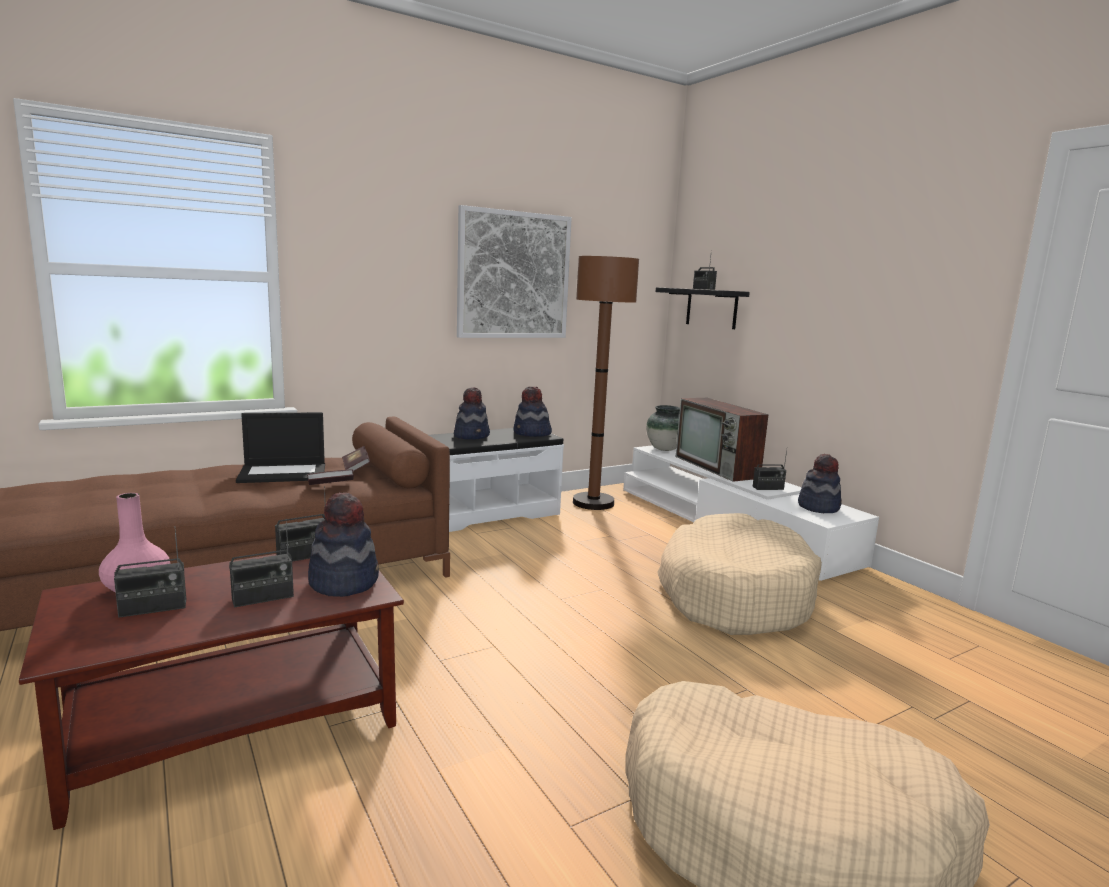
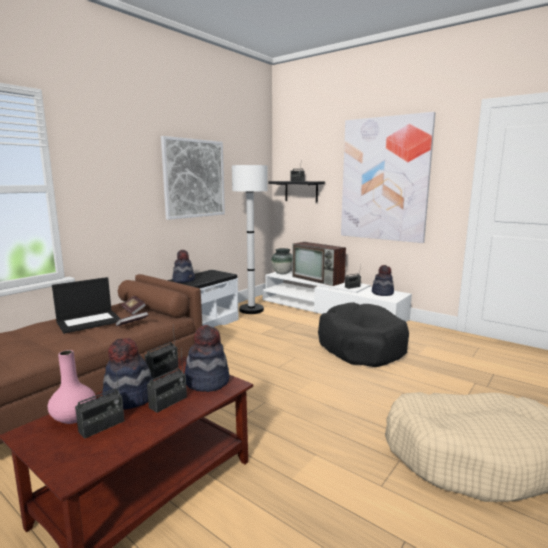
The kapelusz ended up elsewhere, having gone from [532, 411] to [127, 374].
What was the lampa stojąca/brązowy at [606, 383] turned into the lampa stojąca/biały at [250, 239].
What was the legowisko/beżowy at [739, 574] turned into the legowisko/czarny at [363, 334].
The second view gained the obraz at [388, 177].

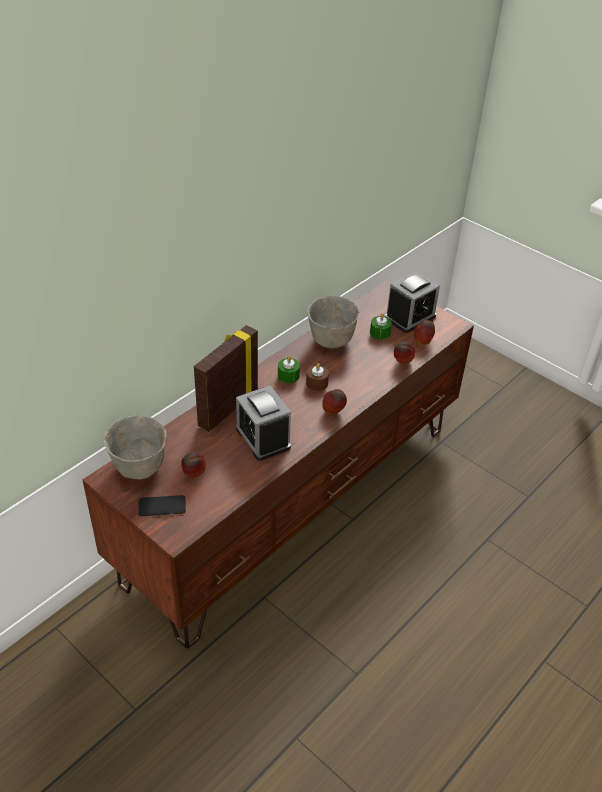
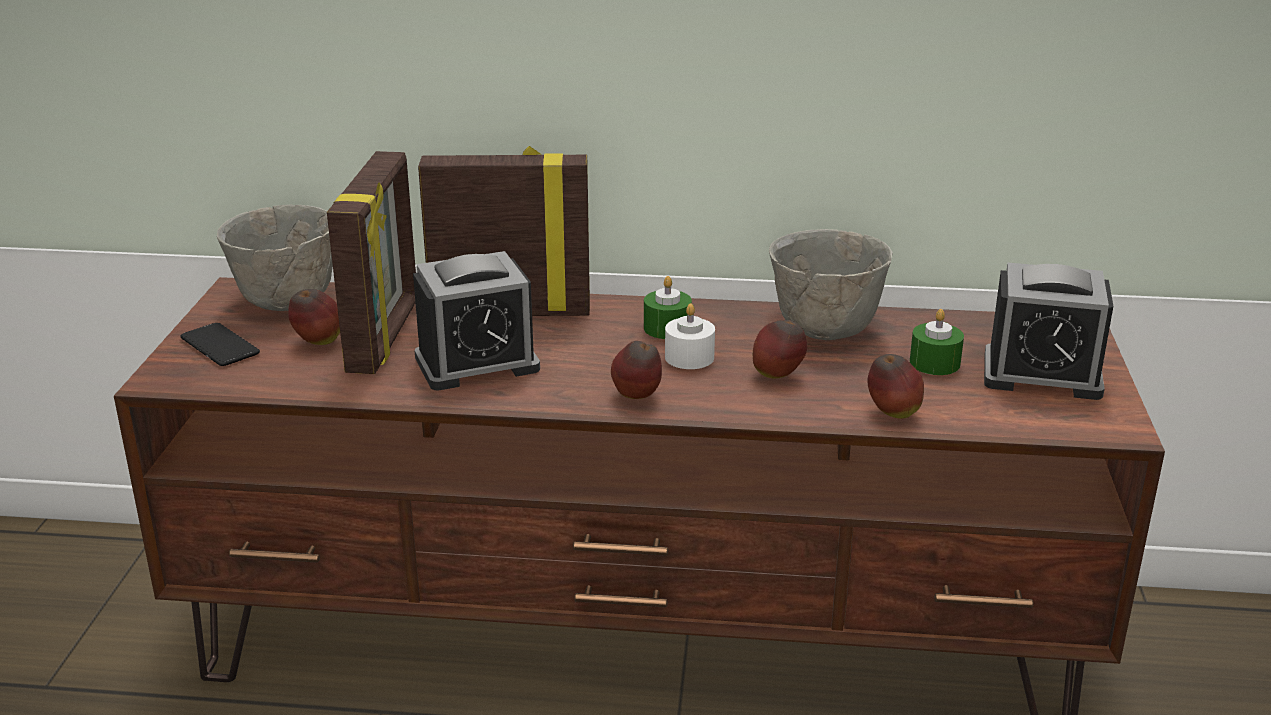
The second view gained the ramka na zdjęcie at [371, 262].
The budzik at [263, 423] ended up facing another way, 135 degrees counterclockwise from before.
What was the świeca/brązowy at [317, 377] turned into the świeca/biały at [690, 336].
The jabłko ended up elsewhere, having gone from [424, 332] to [780, 349].

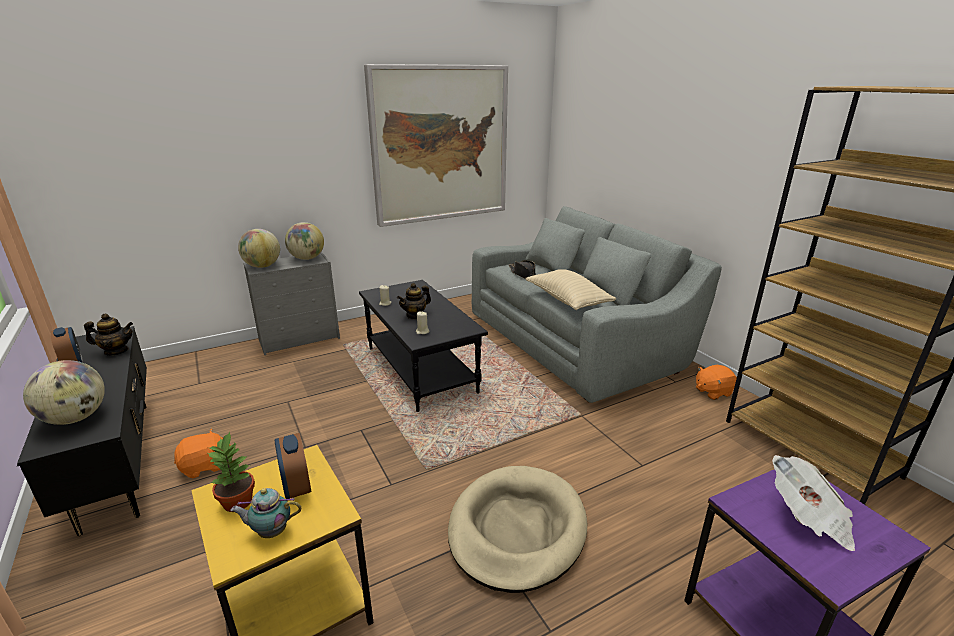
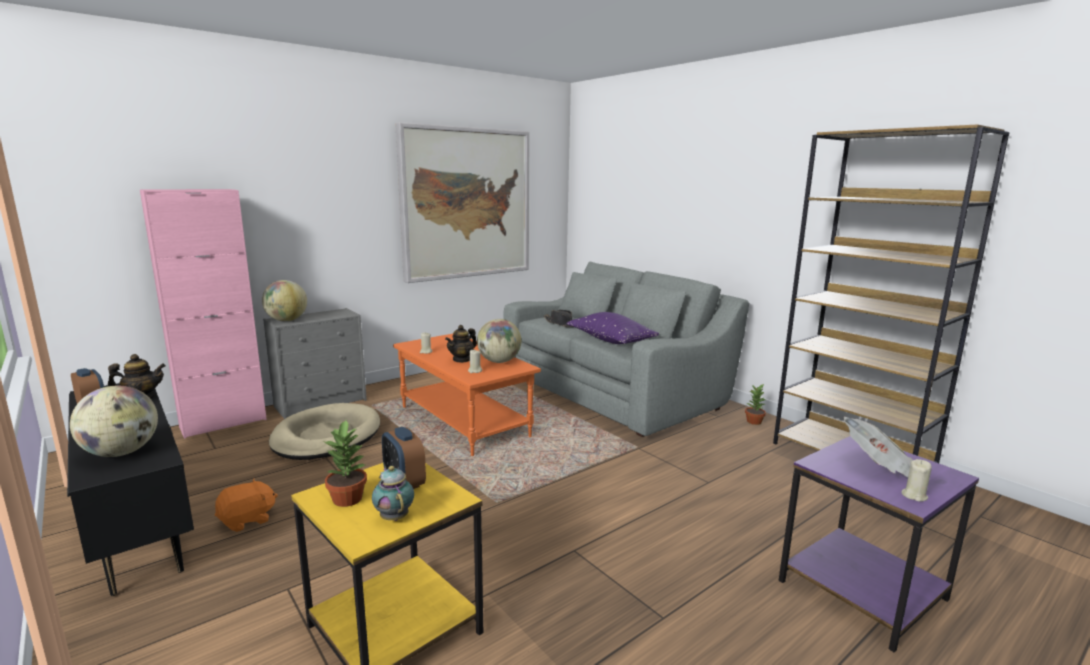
The second view gained the szafka/różowy at [203, 314].
The legowisko/beżowy ended up elsewhere, having gone from [517, 529] to [324, 431].
The imbryk at [265, 513] ended up facing another way, 75 degrees clockwise from before.
What was the ława/czarny at [423, 346] turned into the ława/pomarańczowy at [467, 395].
The globus ended up elsewhere, having gone from [304, 241] to [499, 341].
What was the poduszka/beżowy at [571, 289] turned into the poduszka/fioletowy at [613, 328].
Where the pluszak/pomarańczowy stood at [716, 382], the roślina doniczkowa came to stand at [755, 404].
The second view gained the świeca/beżowy at [917, 480].

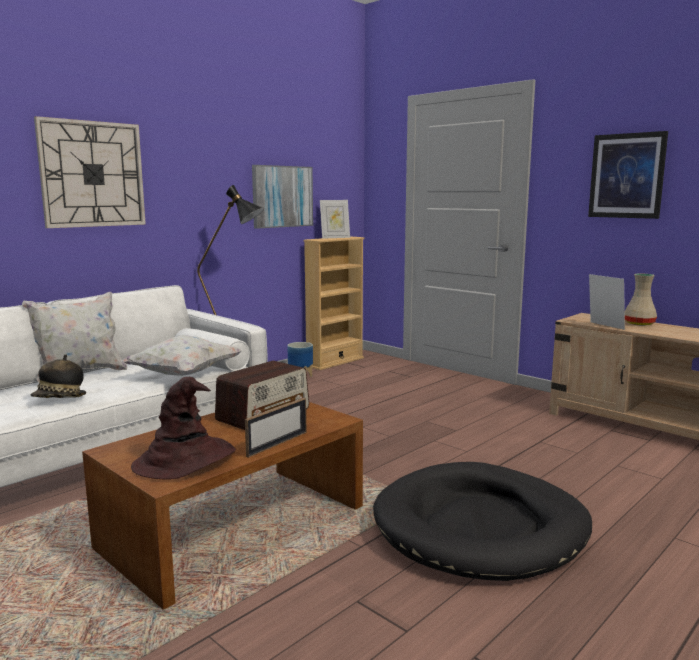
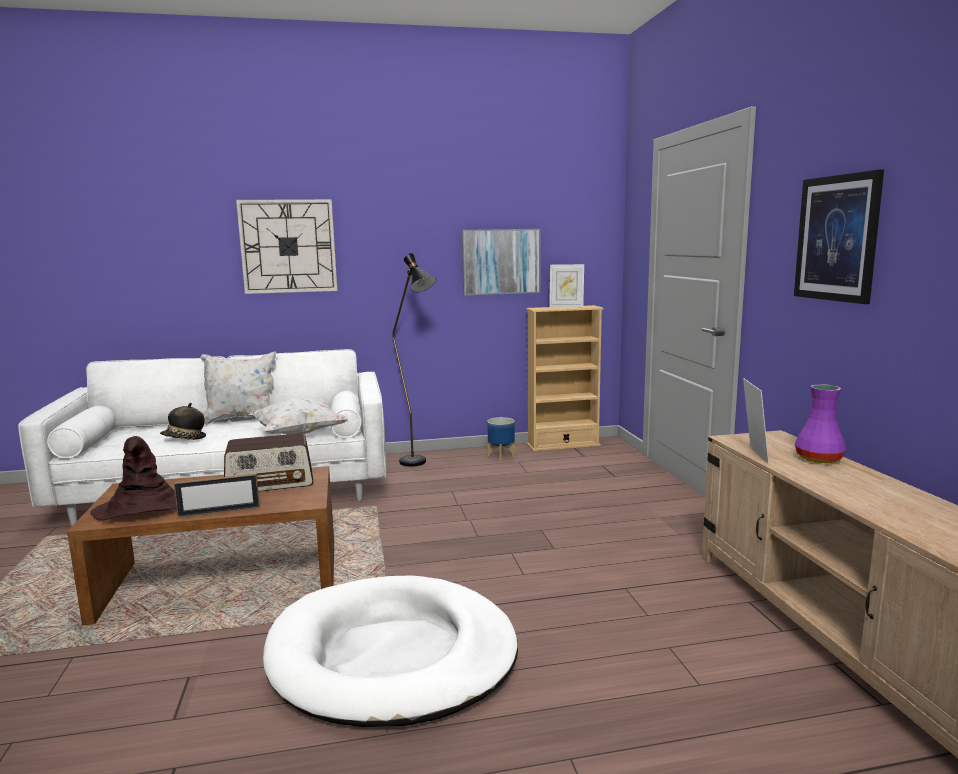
What was the legowisko/czarny at [482, 521] turned into the legowisko/biały at [390, 651].
What was the wazon/beżowy at [641, 299] turned into the wazon/fioletowy at [820, 423].

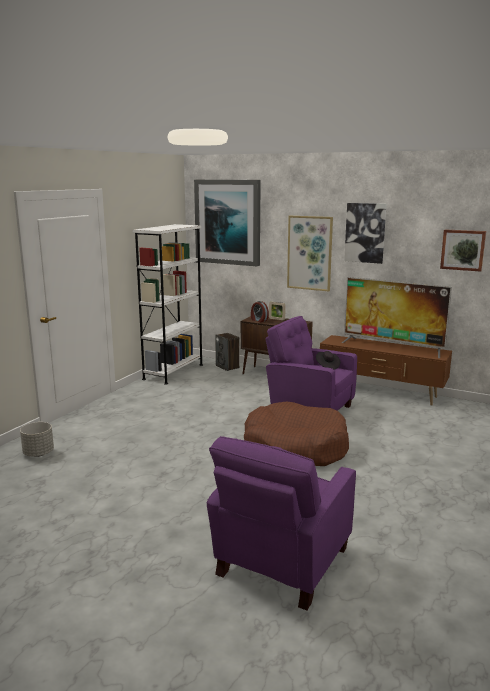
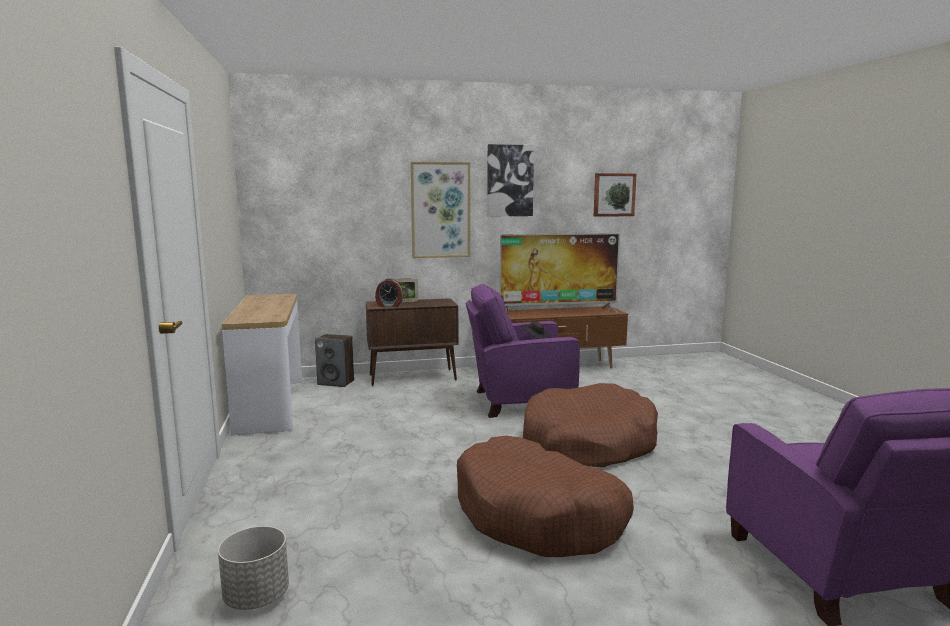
Where the regał/biały stood at [168, 304], the stolik konsolowy came to stand at [262, 365].
The second view gained the legowisko/brązowy at [545, 496].
The second view lost the obraz at [227, 223].

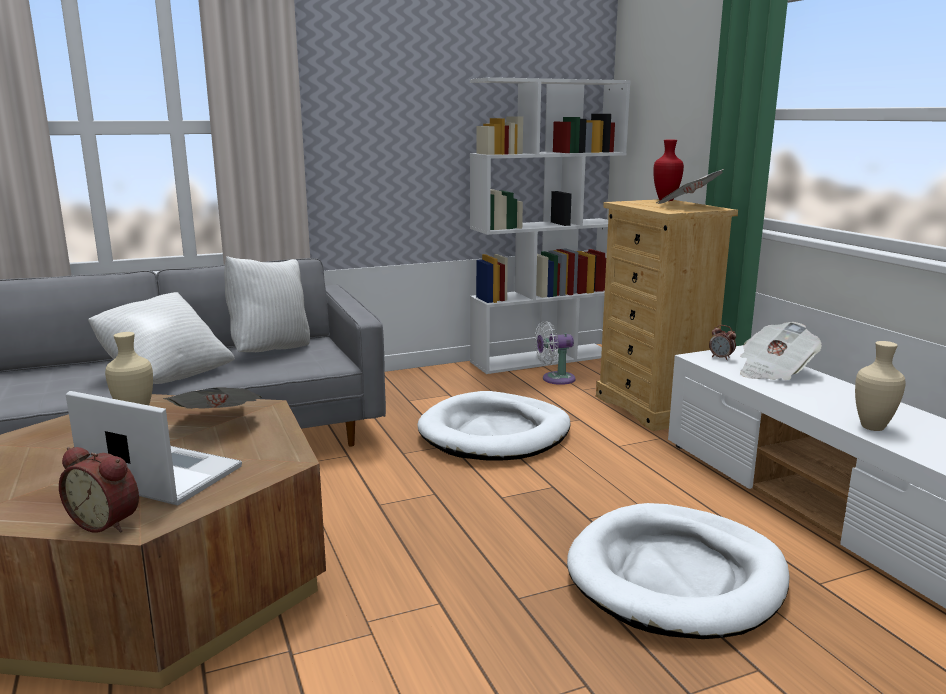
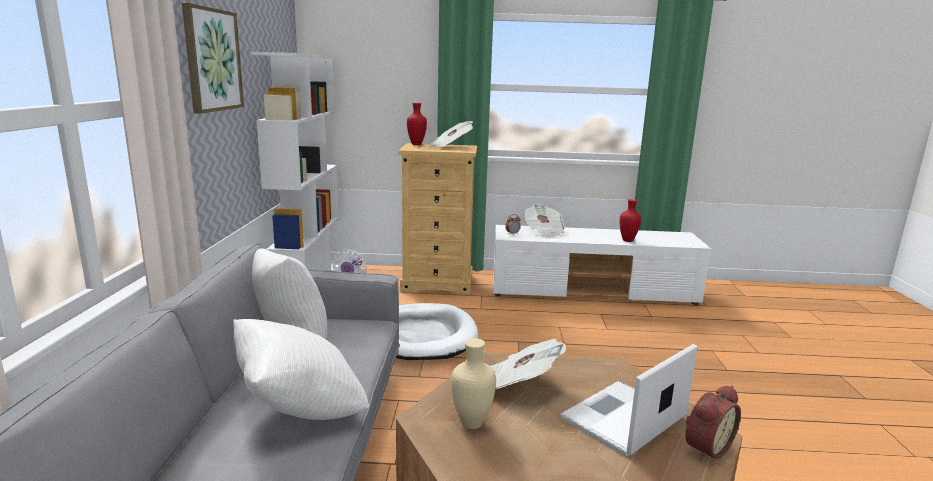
The second view gained the obraz at [213, 58].
What was the wazon/beżowy at [880, 386] turned into the wazon/czerwony at [630, 220].
The second view lost the legowisko/biały at [678, 571].

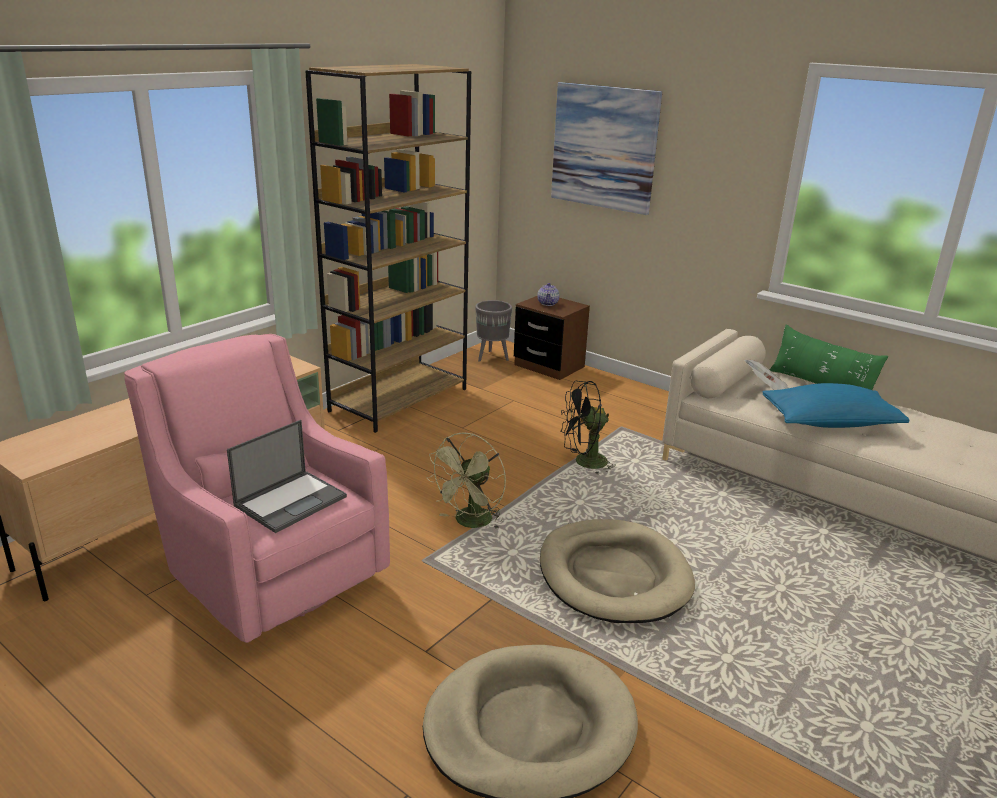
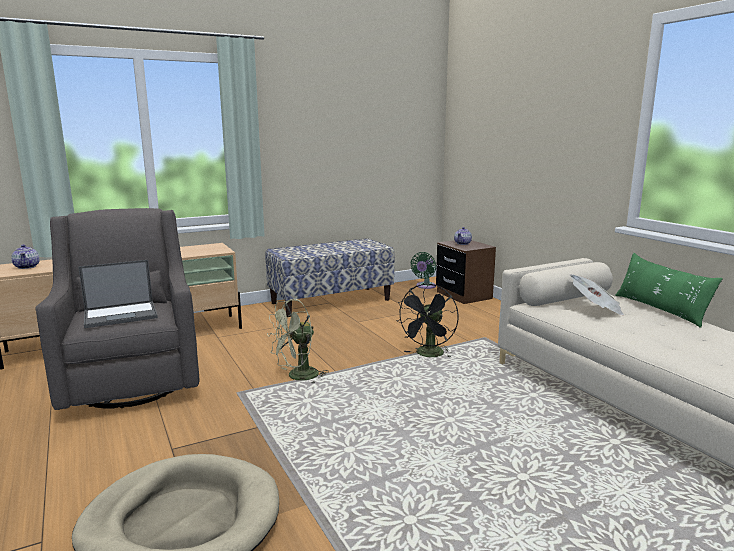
The second view gained the imbryk at [25, 256].
What was the fotel/różowy at [257, 488] turned into the fotel/szary at [117, 309].
Where the regał/brązowy stood at [388, 248], the ławka came to stand at [330, 277].
The wentylator/czarny at [588, 428] ended up facing another way, 75 degrees counterclockwise from before.
Where the donica/szary stood at [493, 331], the wentylator/zielony came to stand at [423, 270].
The second view lost the legowisko/beżowy at [617, 571].
The second view lost the obraz at [606, 148].
The second view lost the poduszka/niebieski at [836, 405].

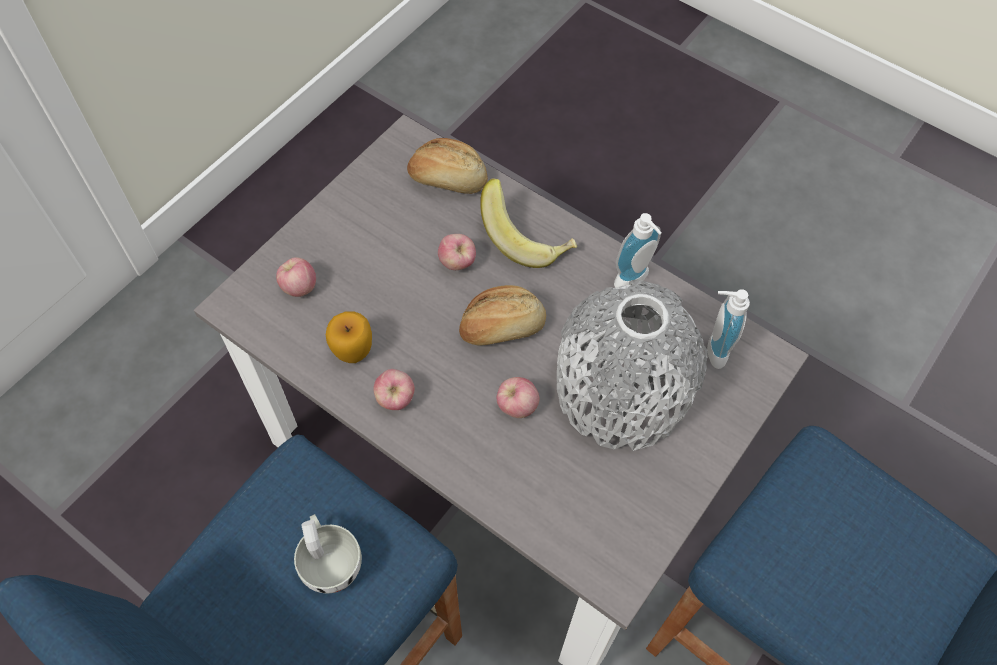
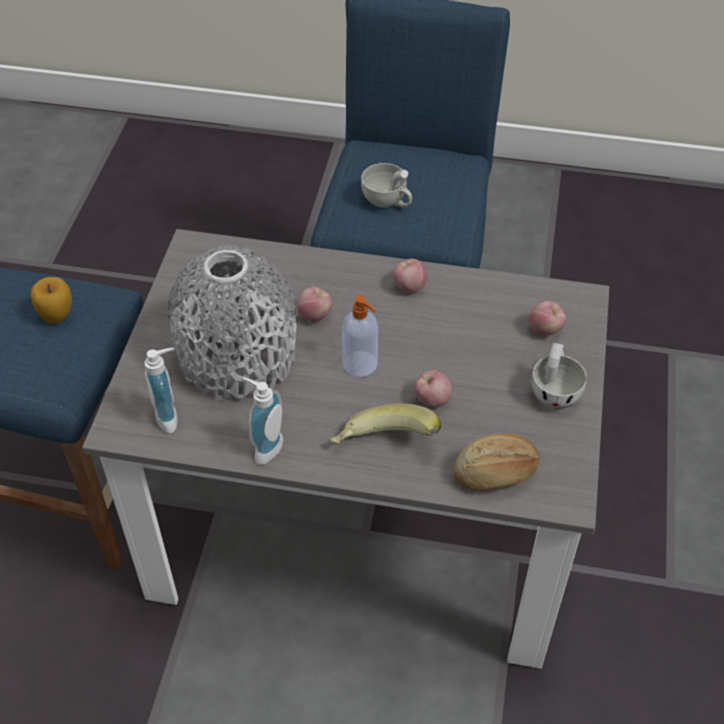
The jabłko ended up elsewhere, having gone from [349, 337] to [51, 300].
Where the chleb stood at [502, 315], the dozownik mydła came to stand at [360, 336].
The second view gained the filiżanka/biały at [559, 376].

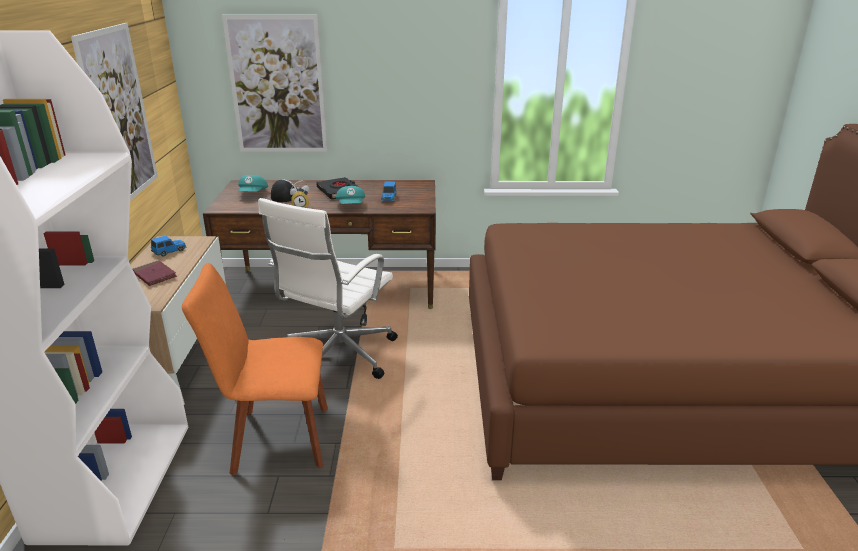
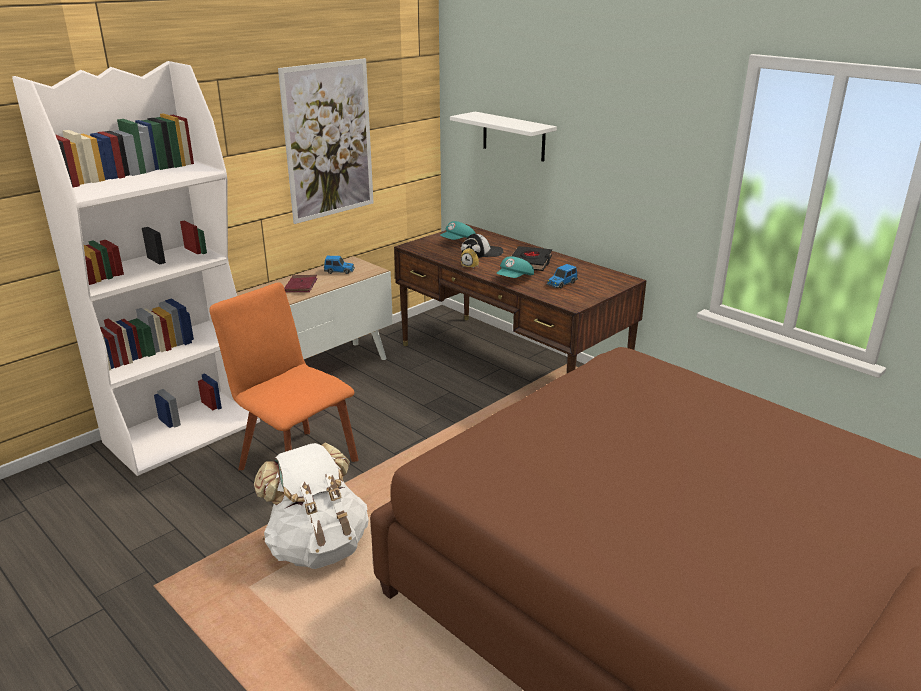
The second view gained the plecak/biały at [311, 506].
Where the obraz hung at [275, 83], the półka/biały came to hang at [503, 137].
The second view lost the krzesło biurowe/biały at [328, 288].

